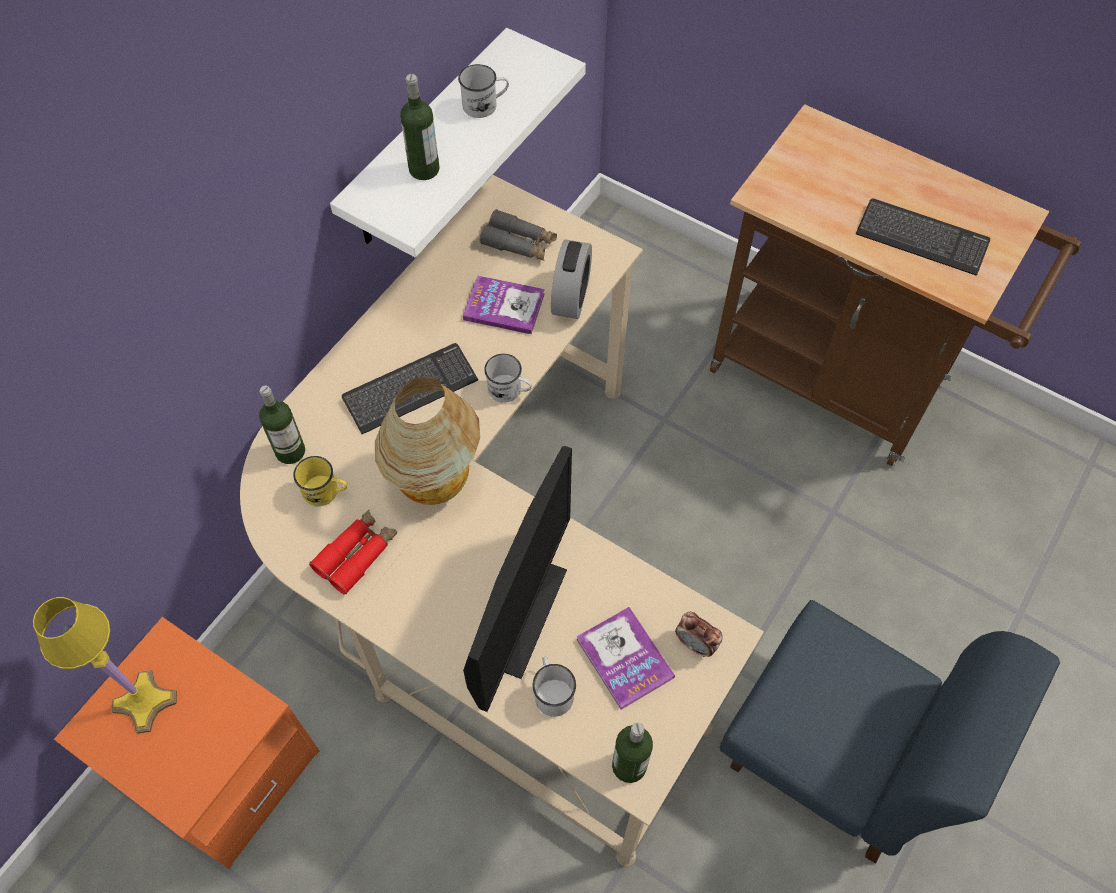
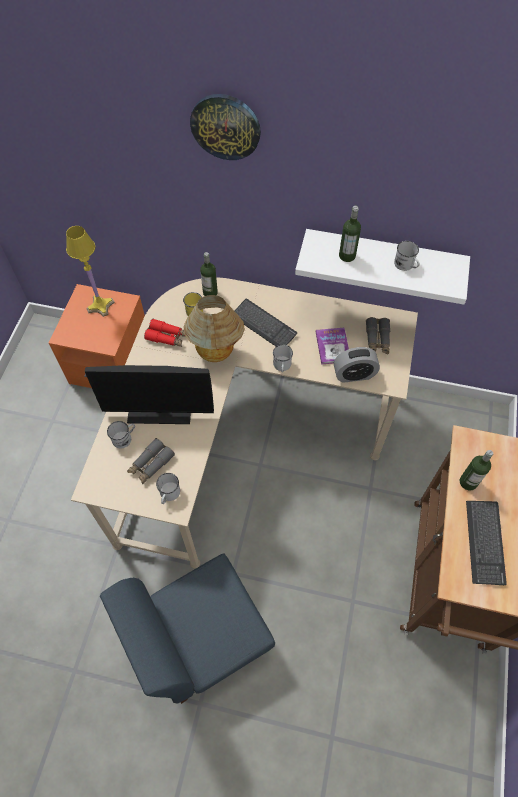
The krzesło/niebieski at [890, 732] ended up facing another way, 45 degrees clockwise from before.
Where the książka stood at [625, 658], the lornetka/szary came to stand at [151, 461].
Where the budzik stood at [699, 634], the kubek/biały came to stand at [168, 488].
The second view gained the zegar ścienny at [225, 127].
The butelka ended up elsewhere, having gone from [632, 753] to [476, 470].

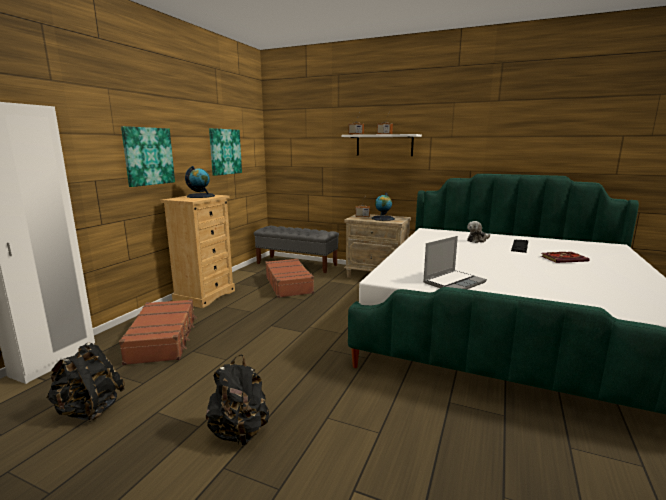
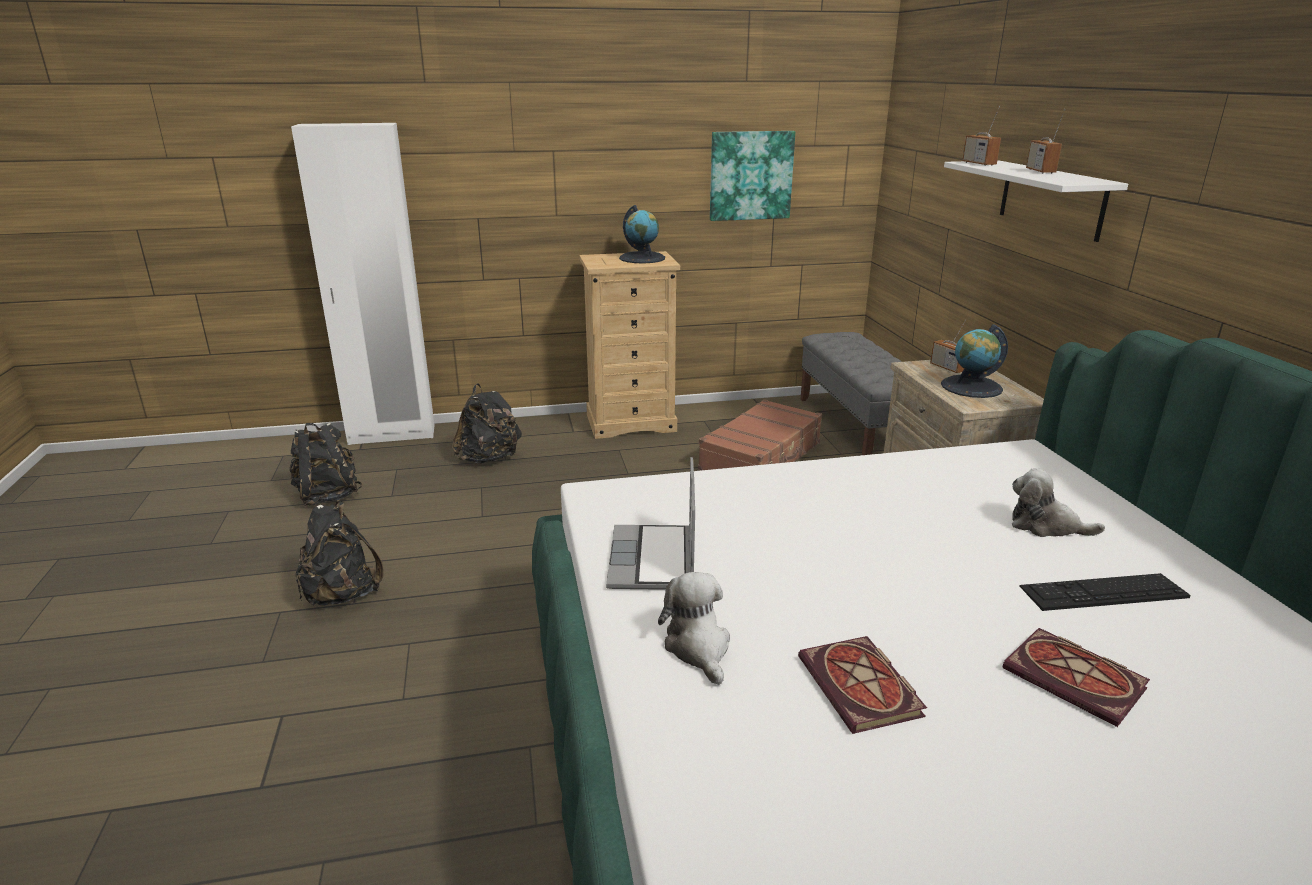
Where the walizka/brązowy stood at [158, 332], the plecak/czarny came to stand at [487, 423].
The laptop at [455, 262] ended up facing another way, 75 degrees clockwise from before.
The second view gained the pluszak at [694, 628].
The second view gained the książka at [862, 685].
The second view lost the obraz at [148, 156].

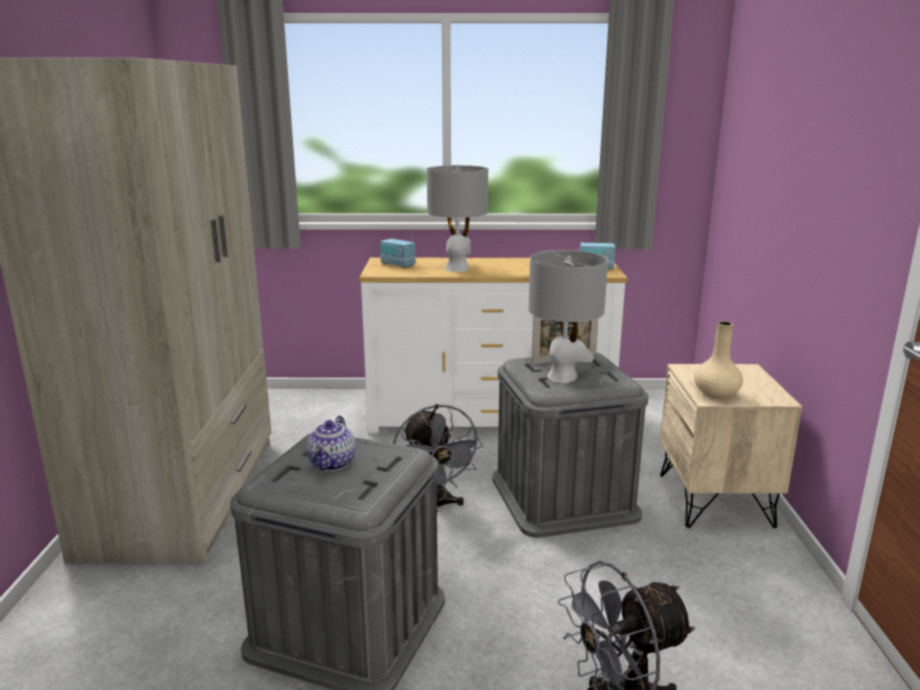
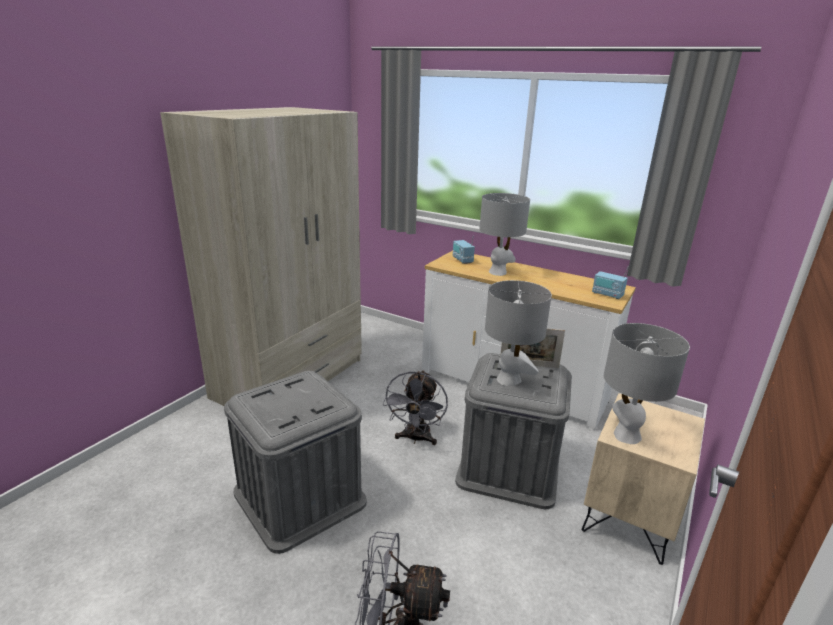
Where the wazon/beżowy stood at [718, 360], the lampa stołowa/szary came to stand at [647, 383].
The second view lost the imbryk at [331, 443].

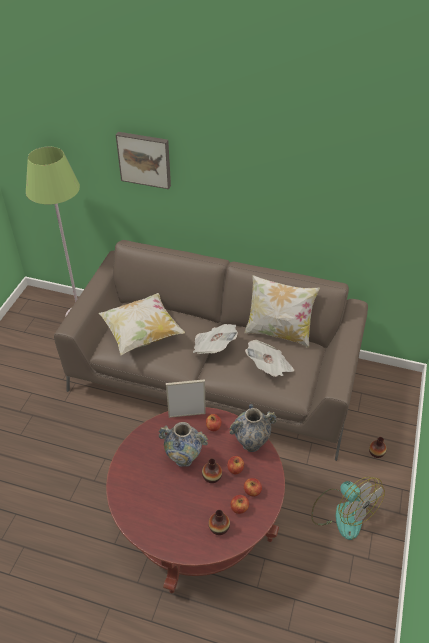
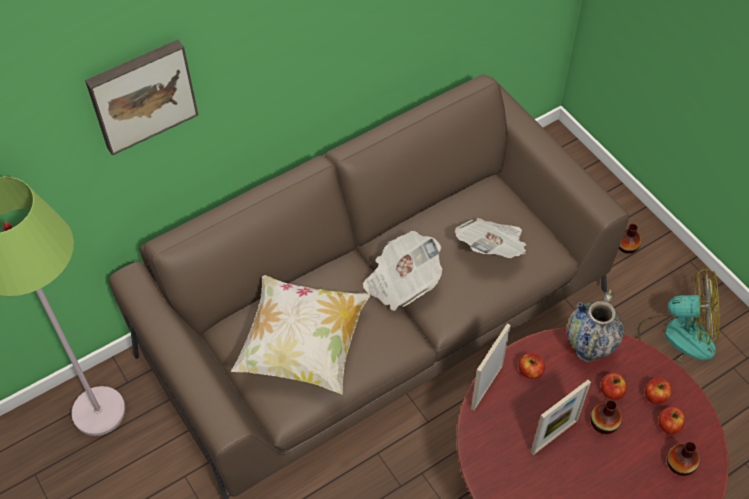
Where the wazon stood at [183, 444], the ramka na zdjęcie came to stand at [560, 417].
The second view lost the poduszka at [282, 311].

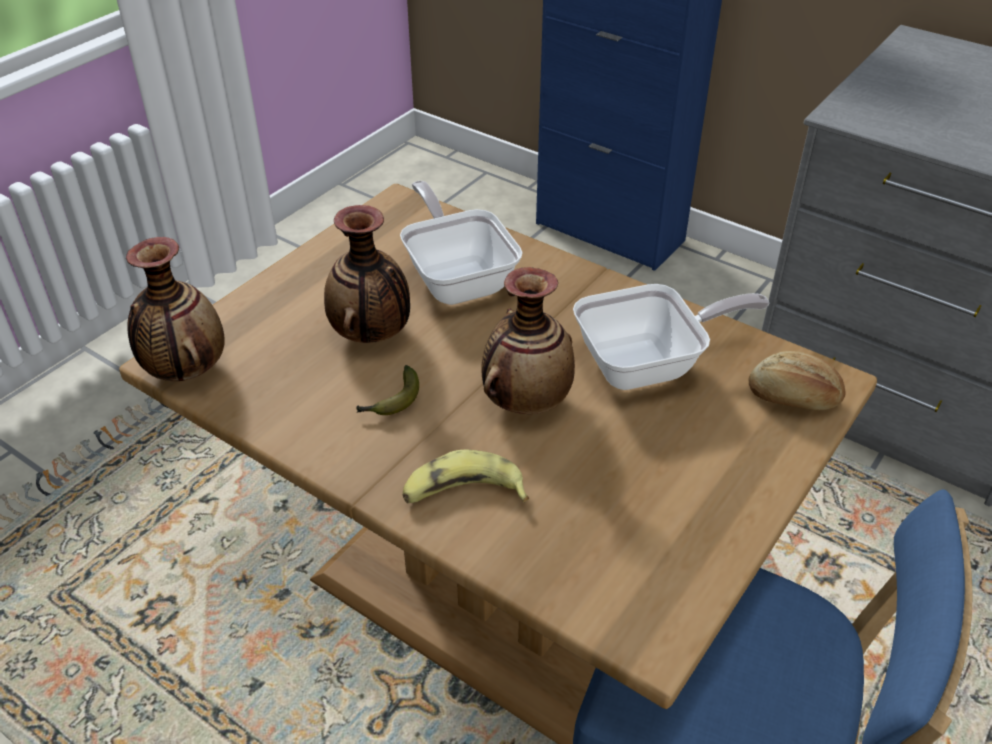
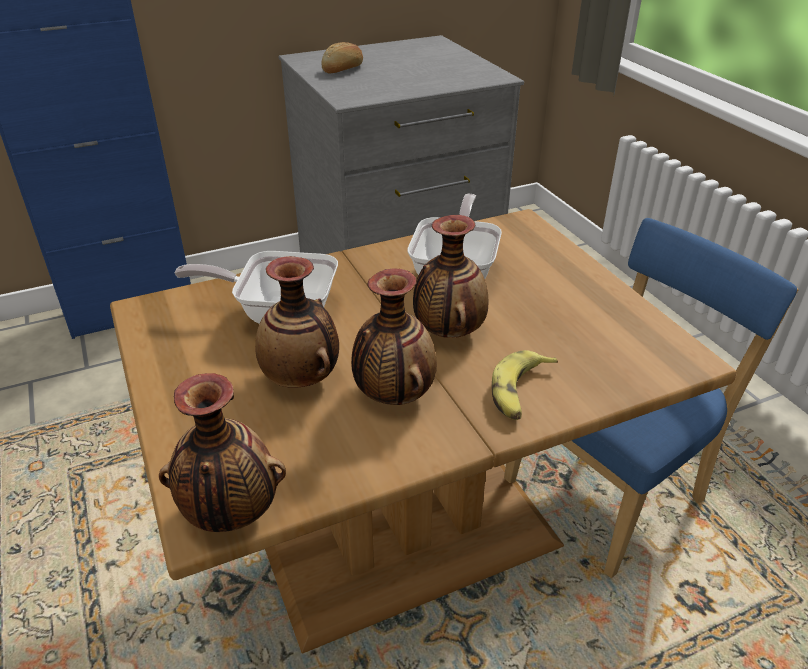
The chleb ended up elsewhere, having gone from [797, 380] to [342, 57].
Where the banan stood at [387, 390], the wazon came to stand at [394, 336].

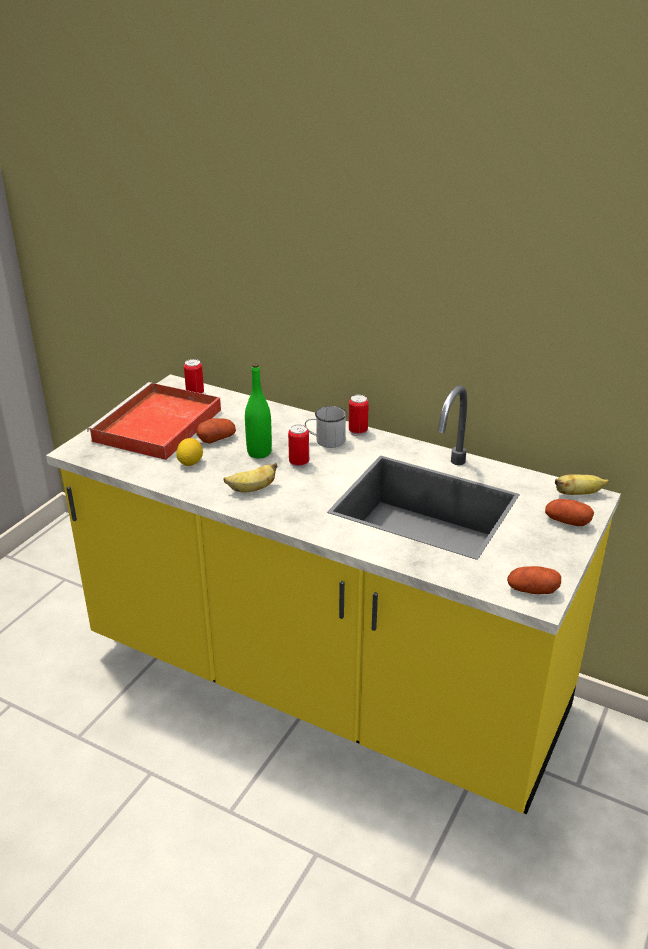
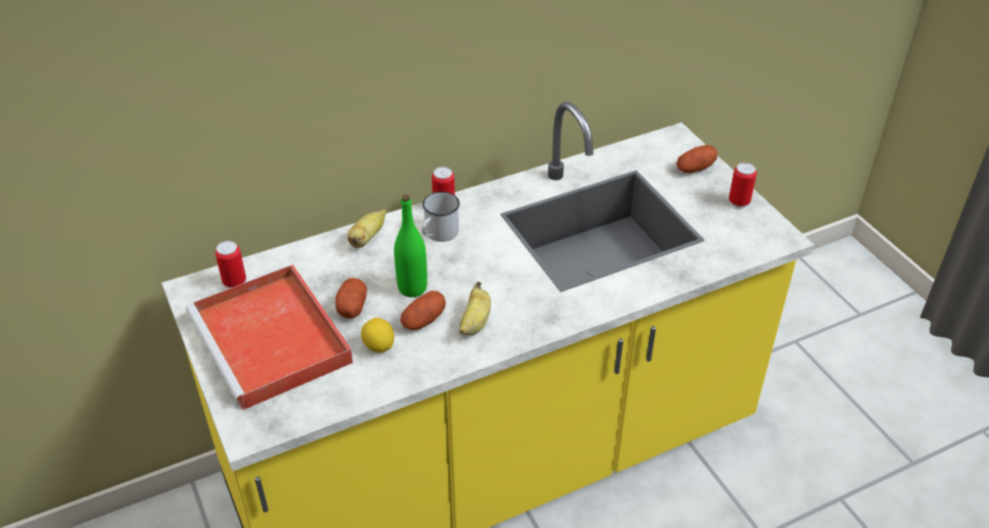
The banan ended up elsewhere, having gone from [582, 485] to [367, 228].
The ziemniak ended up elsewhere, having gone from [534, 580] to [423, 310].
The puszka ended up elsewhere, having gone from [298, 446] to [743, 185].

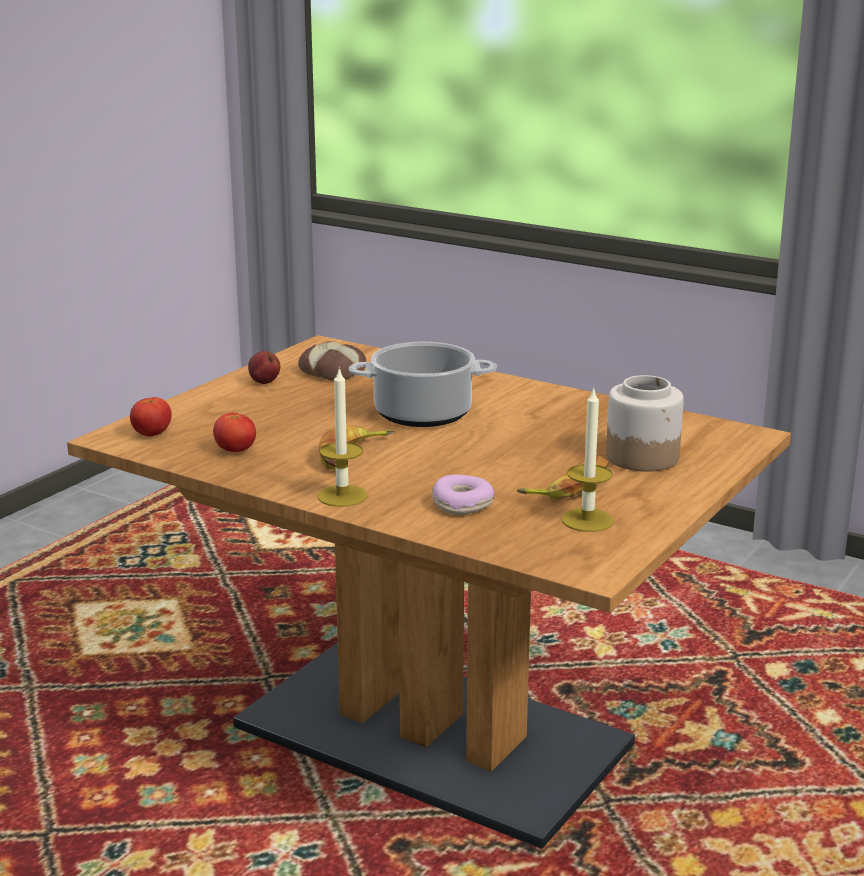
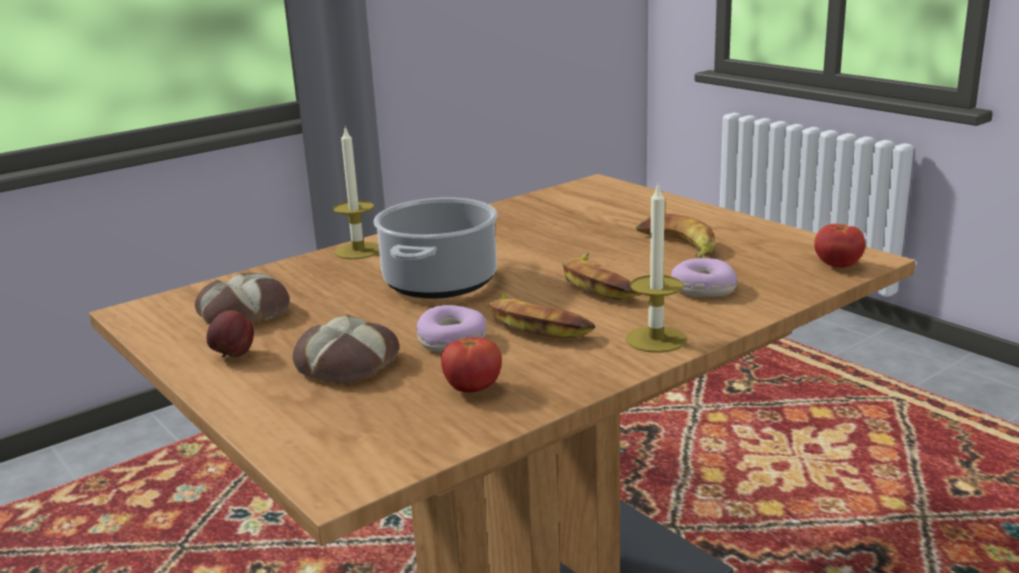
The second view gained the chleb at [346, 349].
The świeca ended up elsewhere, having gone from [587, 459] to [356, 192].
The second view gained the donut at [450, 328].
The second view gained the banan at [601, 276].
The pomidor ended up elsewhere, having gone from [151, 416] to [840, 246].
The second view lost the słoik at [645, 423].

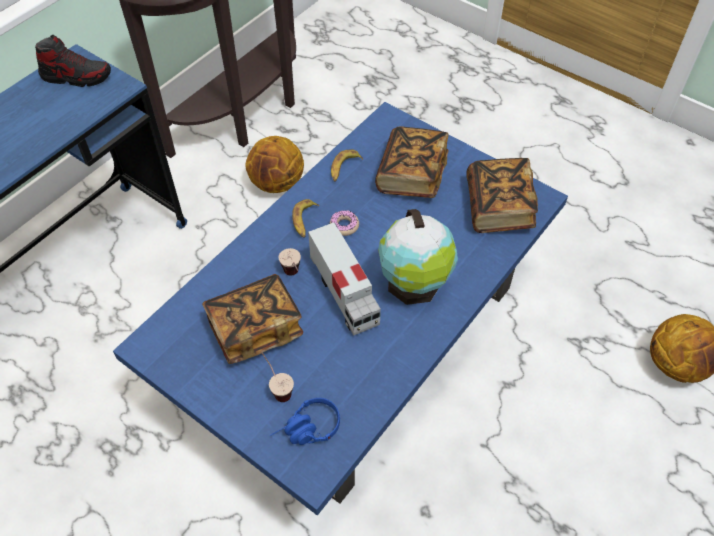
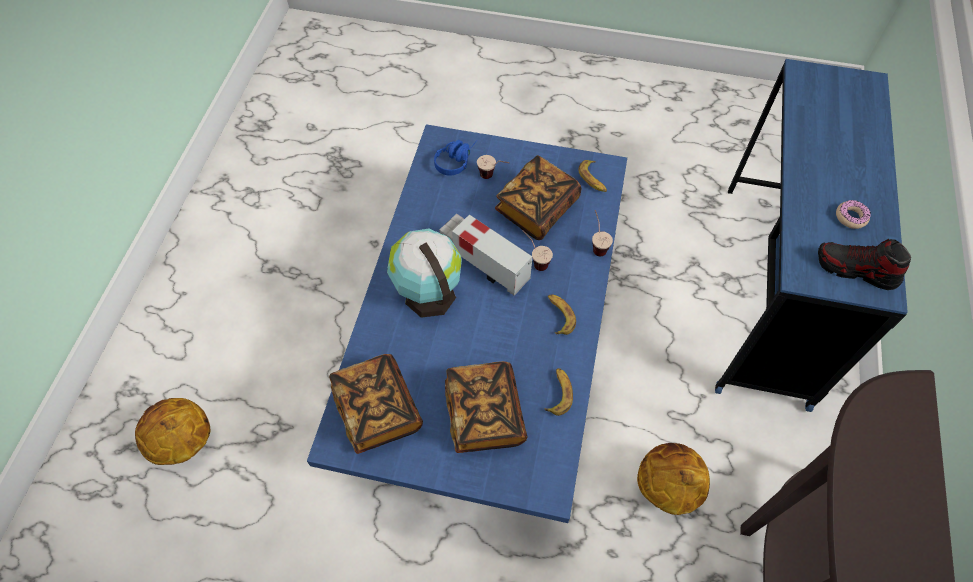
The second view gained the banan at [592, 176].
The second view gained the filiżanka at [602, 233].
The but at [73, 61] ended up facing another way, 45 degrees clockwise from before.
The donut ended up elsewhere, having gone from [344, 223] to [853, 214].

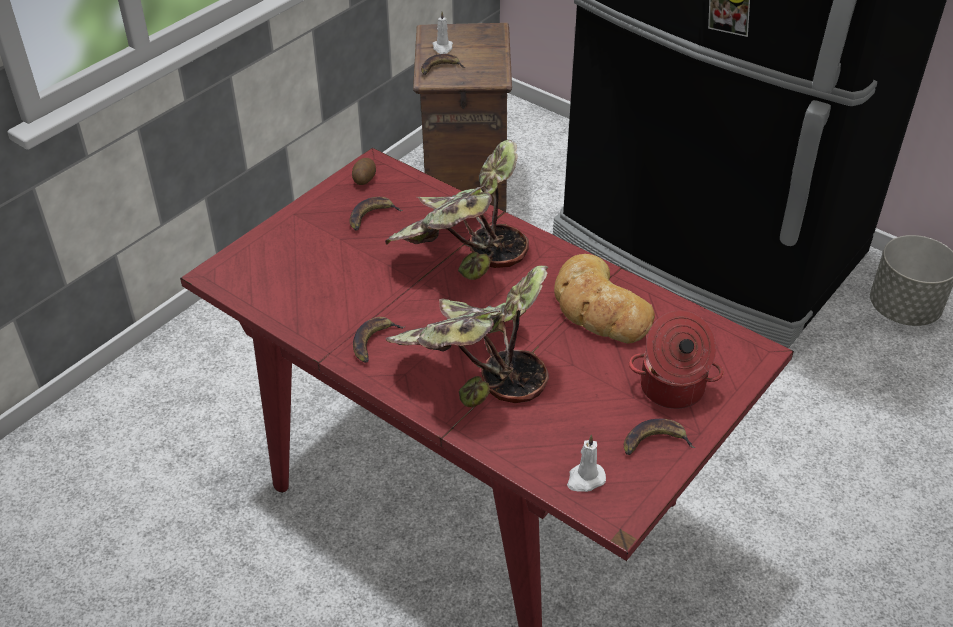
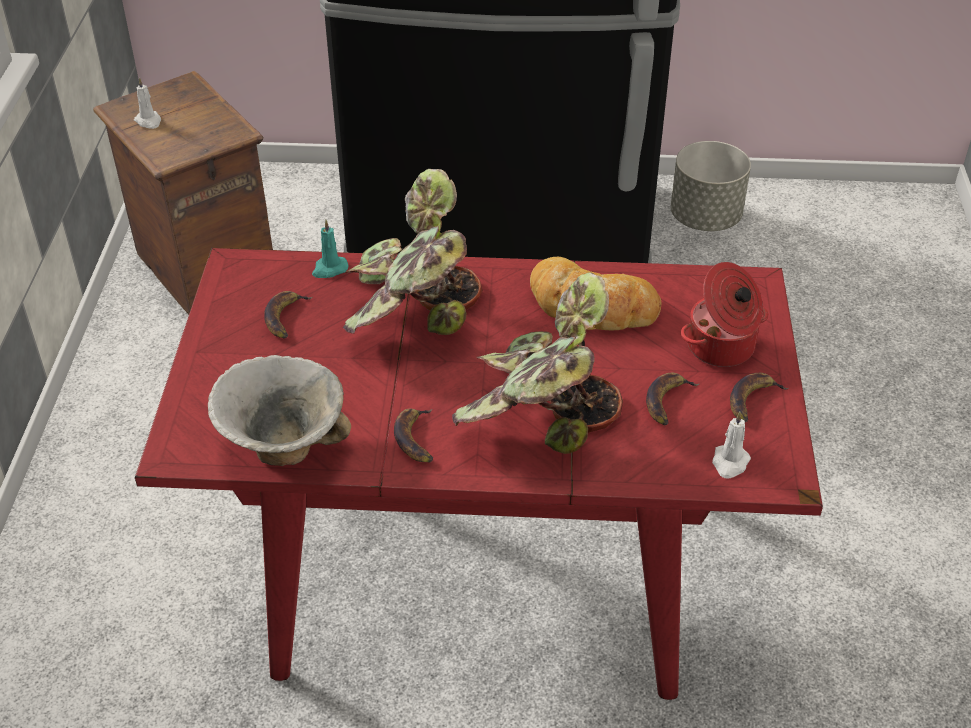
The second view gained the miska at [279, 410].
The second view gained the świeca/turkusowy at [330, 249].
The banan ended up elsewhere, having gone from [443, 64] to [672, 399].
The second view lost the ziemniak at [364, 171].

